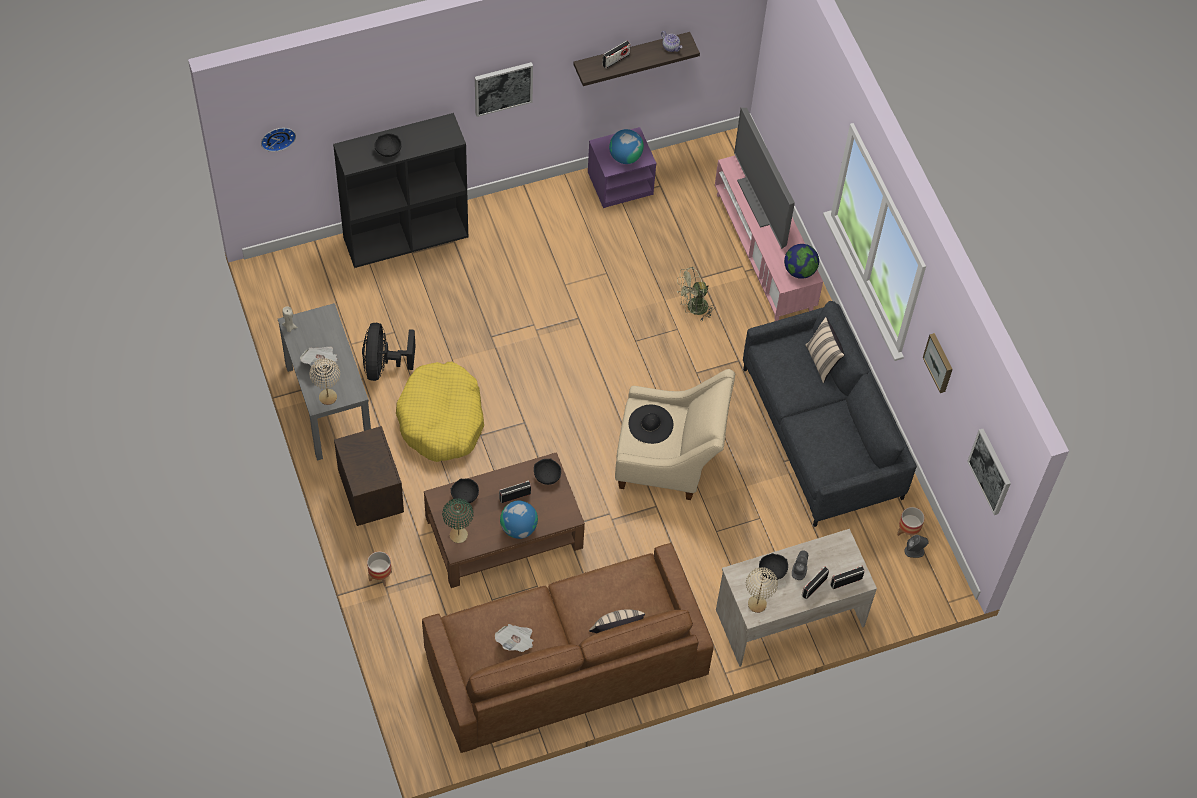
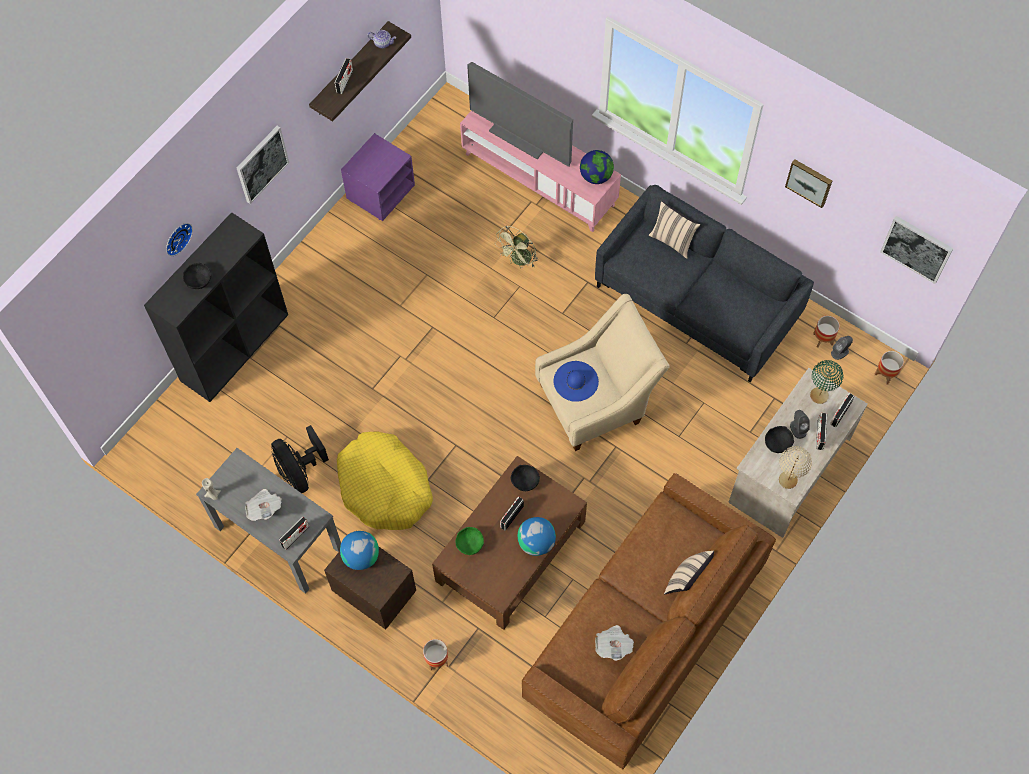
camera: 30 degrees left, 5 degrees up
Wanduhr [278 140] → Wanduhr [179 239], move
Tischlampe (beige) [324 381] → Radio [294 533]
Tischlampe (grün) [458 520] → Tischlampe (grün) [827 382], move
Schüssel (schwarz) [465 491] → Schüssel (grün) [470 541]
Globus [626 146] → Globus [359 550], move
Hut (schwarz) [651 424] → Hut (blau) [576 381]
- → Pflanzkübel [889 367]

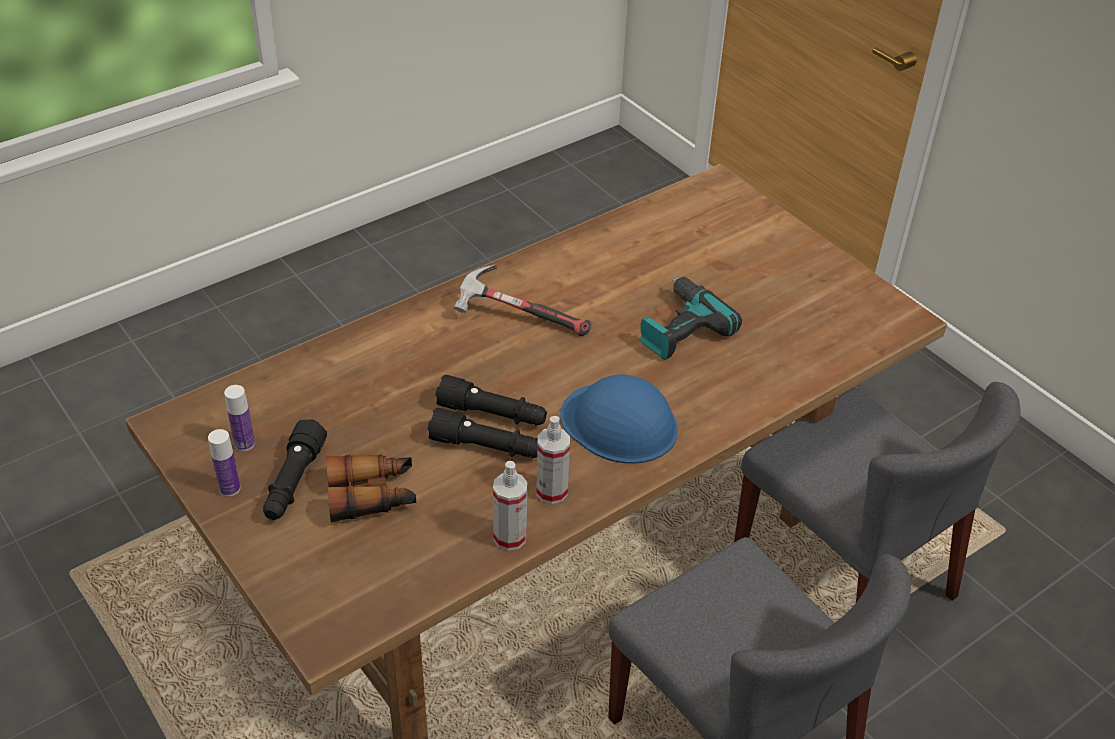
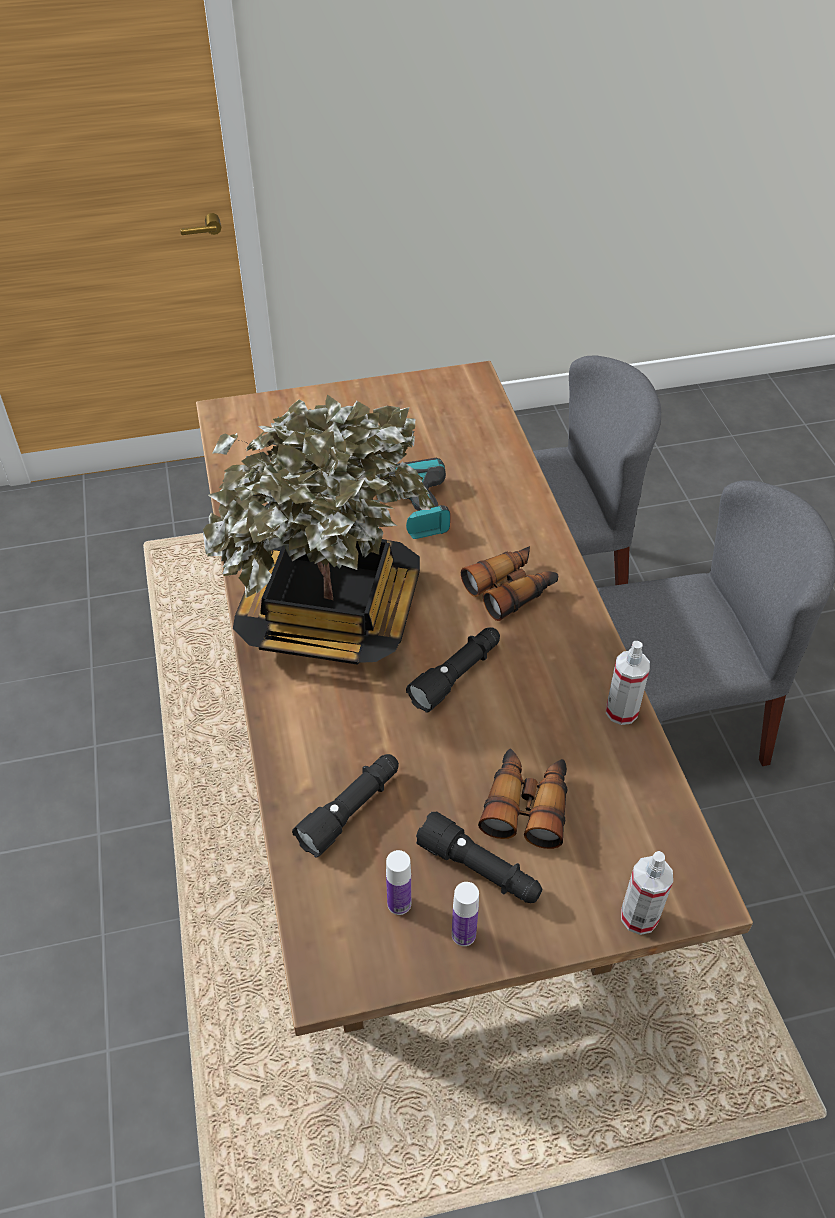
camera: 65 degrees left, 5 degrees up
Taschenlampe (schwarz) [483 433] → Taschenlampe (schwarz) [345 806], move
Hammer [522 300] → Topfpflanze [319 529]
Sprühflasche [553 460] → Sprühflasche [647 893], move
Schutzhelm (blau) [619 419] → Fernglas [509 583]

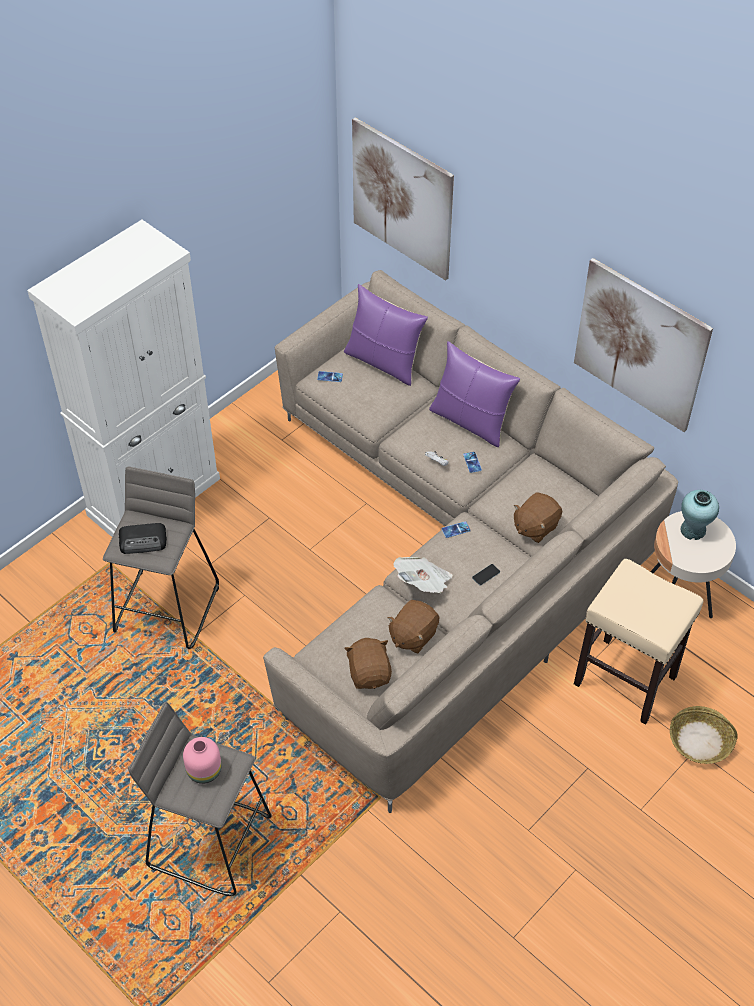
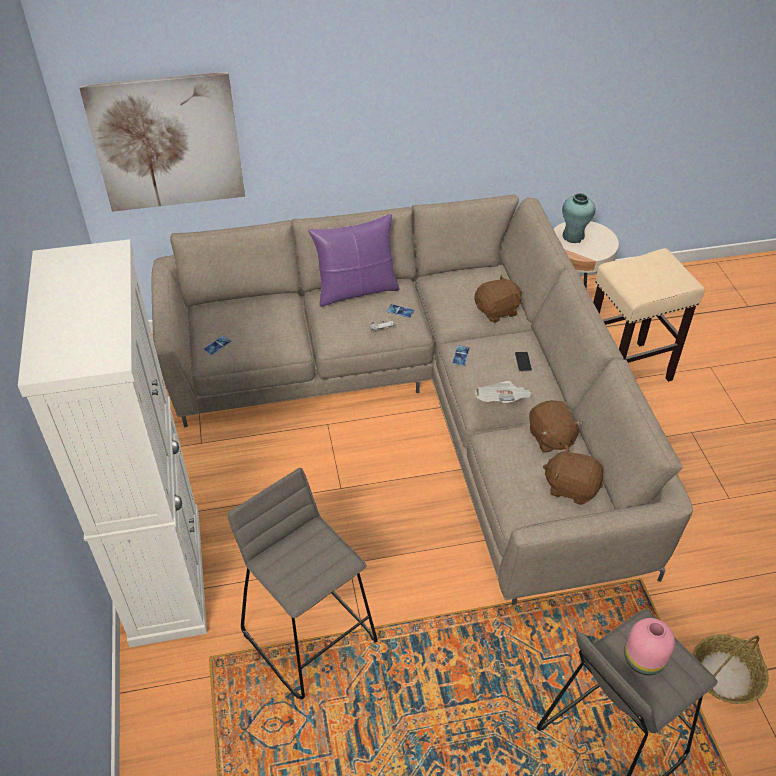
camera: 55 degrees left, 5 degrees down
Radio [143 538] → -
Kissen (lila) [386 335] → -
Plüschtier (braun) [538 517] → Plüschtier (braun) [498 299], 105 degrees counterclockwise
Bild [643 345] → -
Korb [704 735] → Korb [731 669], move

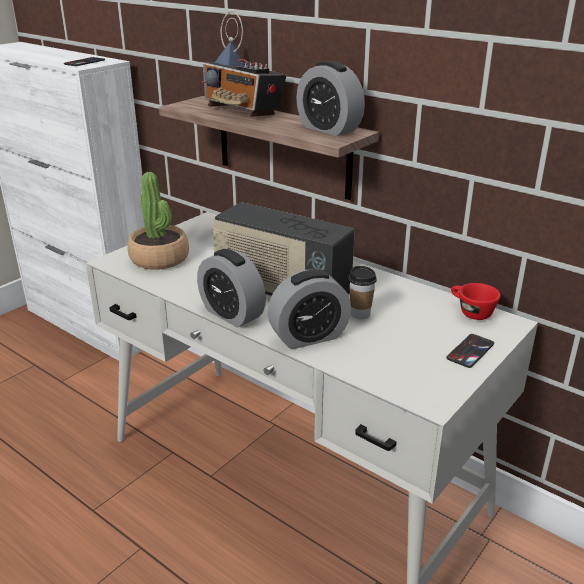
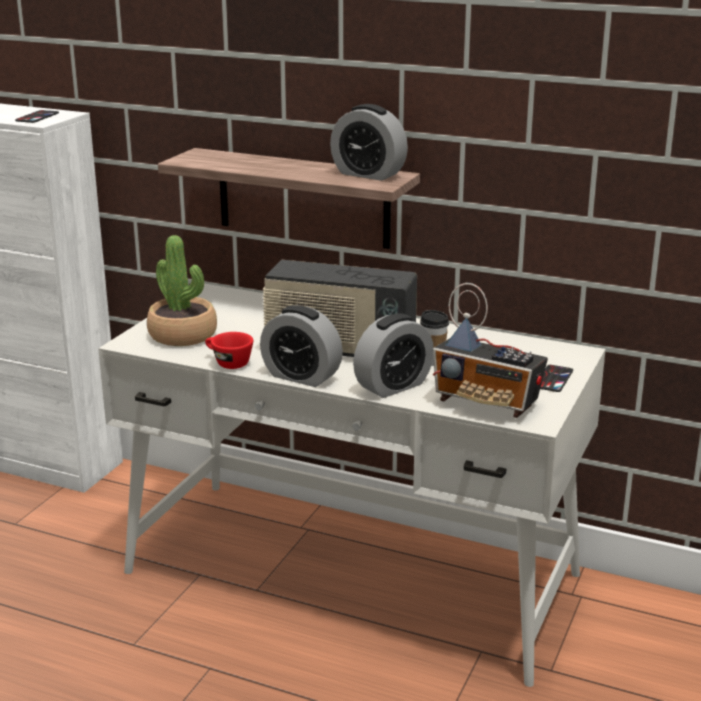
camera: 15 degrees left, 5 degrees down
Radio [244 64] → Radio [490 350], move
Tasse (rot) [476 301] → Tasse (rot) [229 350], move

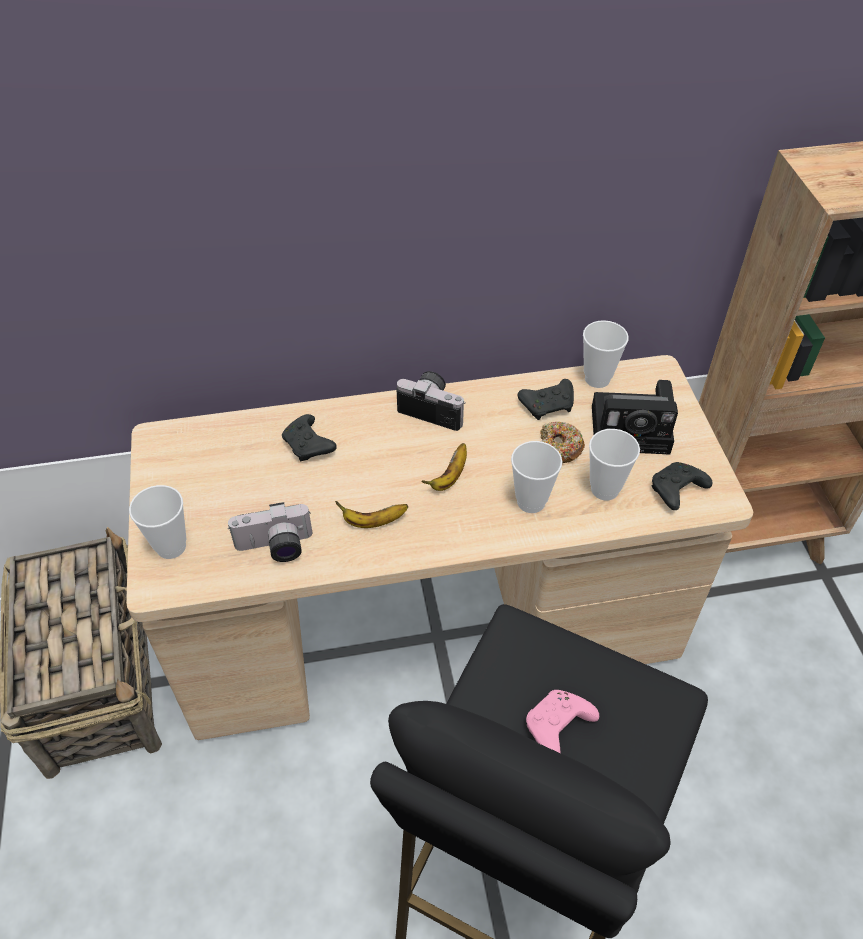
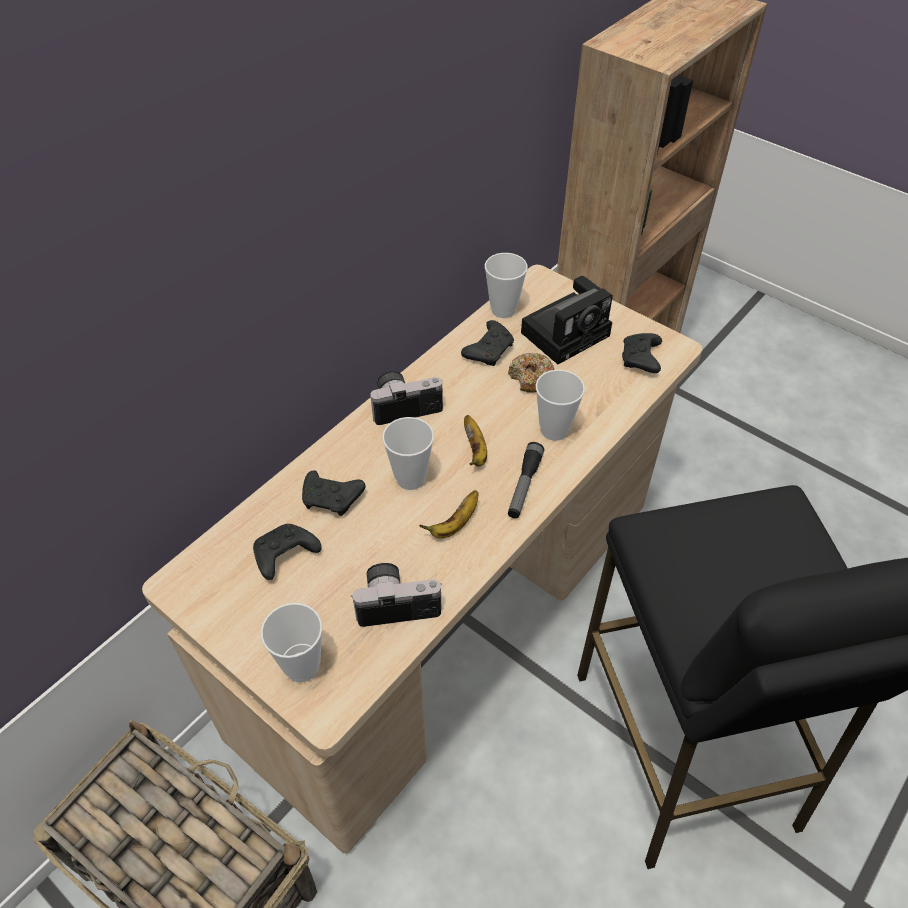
camera: 40 degrees left, 0 degrees up
Kamera [270 532] → Kamera [396 595], 135 degrees counterclockwise
Gamepad (rosa) [562 721] → -
Tasse [614 465] → Tasse [408 453], move
- → Gamepad (schwarz) [287 552]
- → Taschenlampe [526 480]

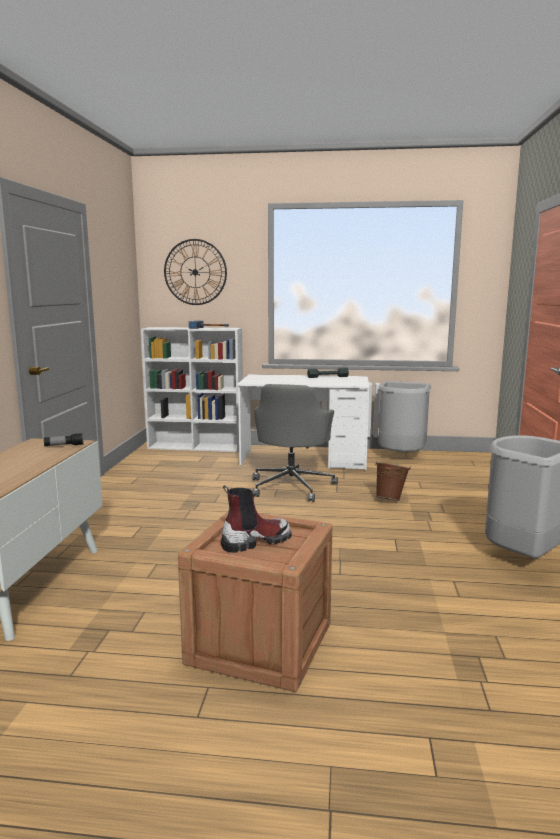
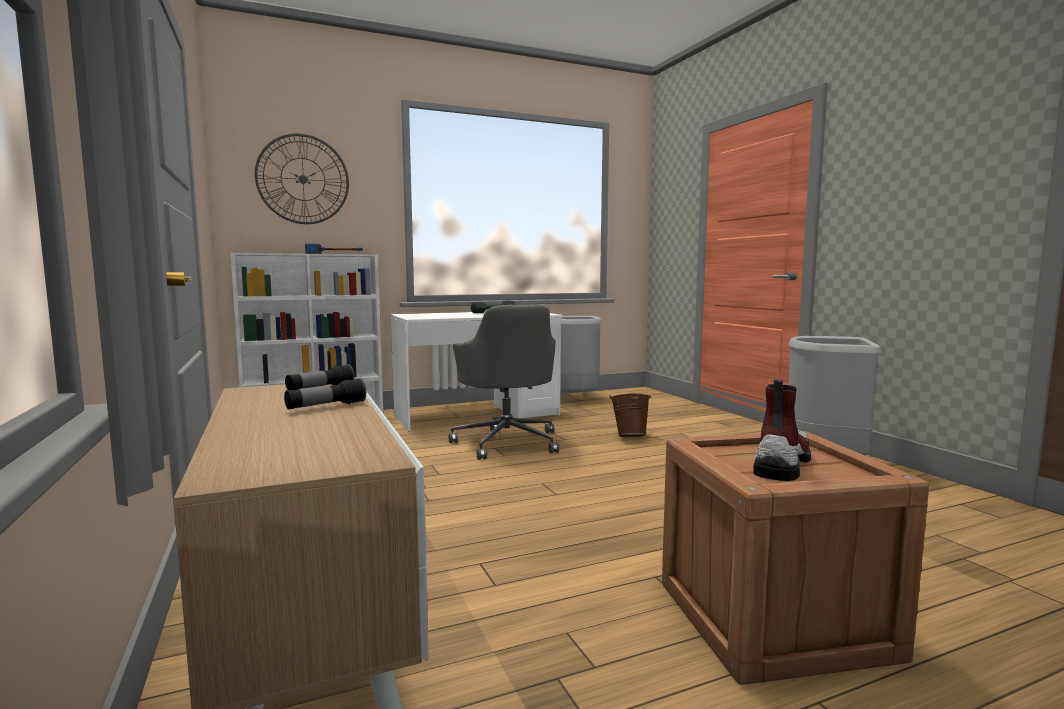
camera: 30 degrees left, 5 degrees down
- → Taschenlampe [325 393]

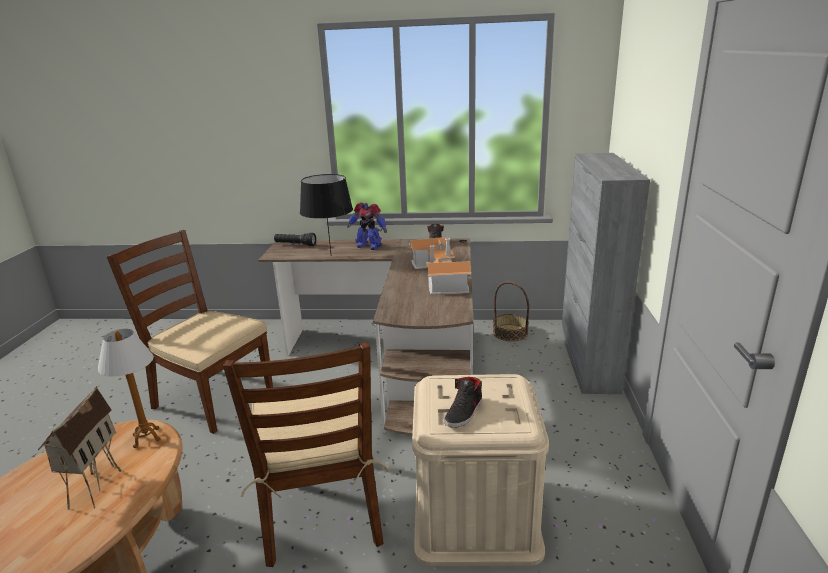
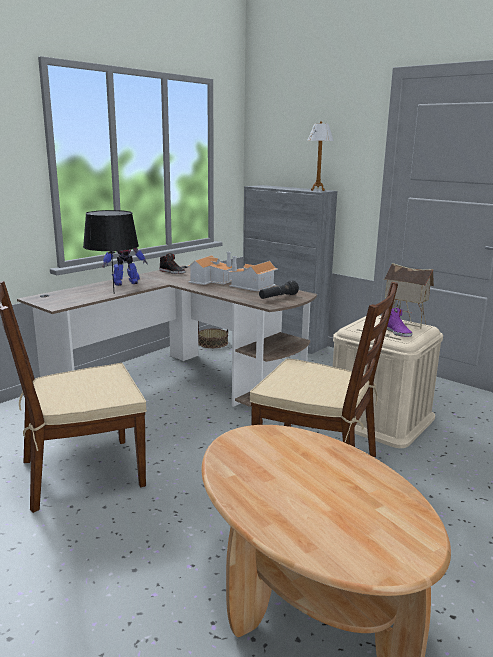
camera: 55 degrees left, 5 degrees down
Spielzeughaus [79 448] → Spielzeughaus [409 295], move
Tischlampe [129 388] → Tischlampe [320 156], move
Taschenlampe (schwarz) [295 239] → Taschenlampe (schwarz) [279 290], move
Schuh (schwarz) [463 402] → Schuh (lila) [399 322]

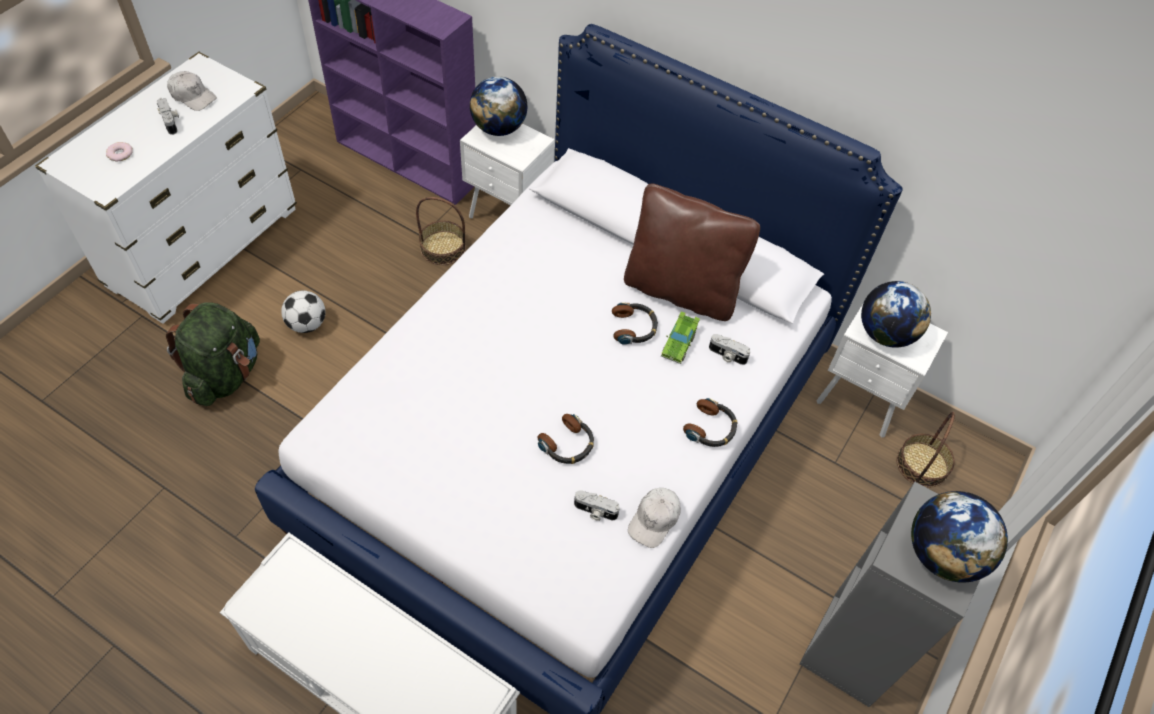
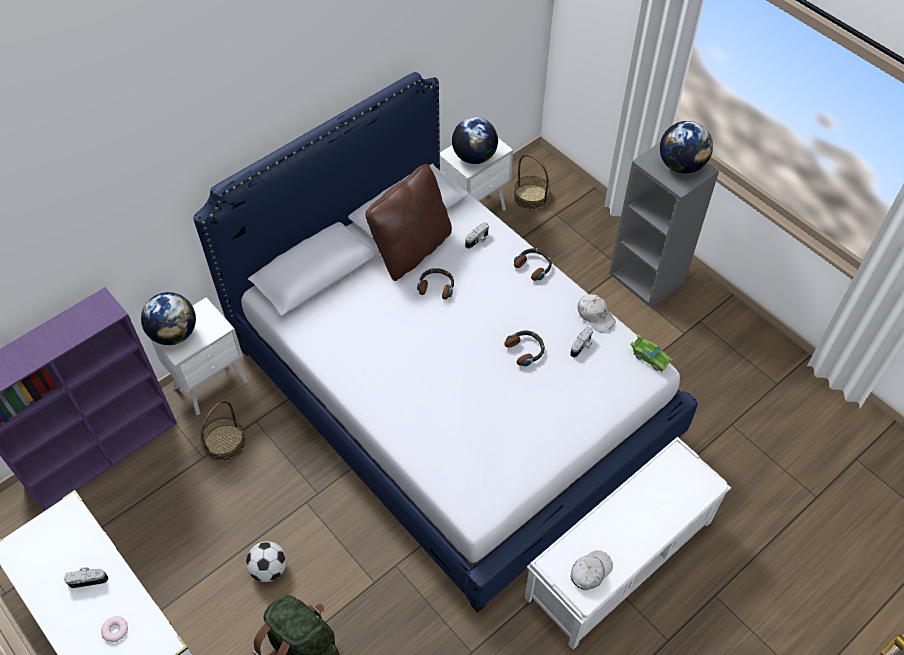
camera: 70 degrees left, 0 degrees up
Kappe (weiß) [192 91] → Kappe (weiß) [592 570], move
Spielzeugauto (grün) [680 337] → Spielzeugauto (grün) [651 353], move

